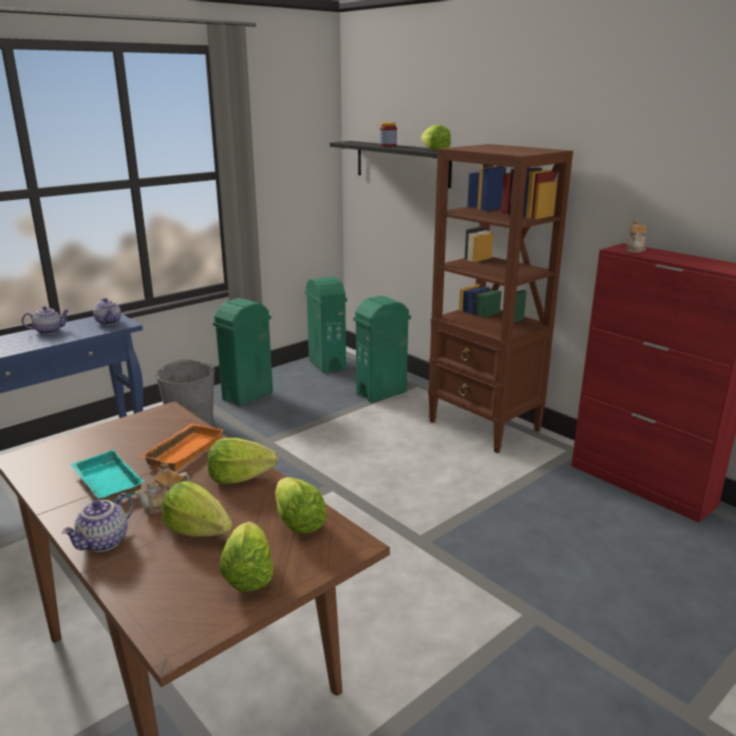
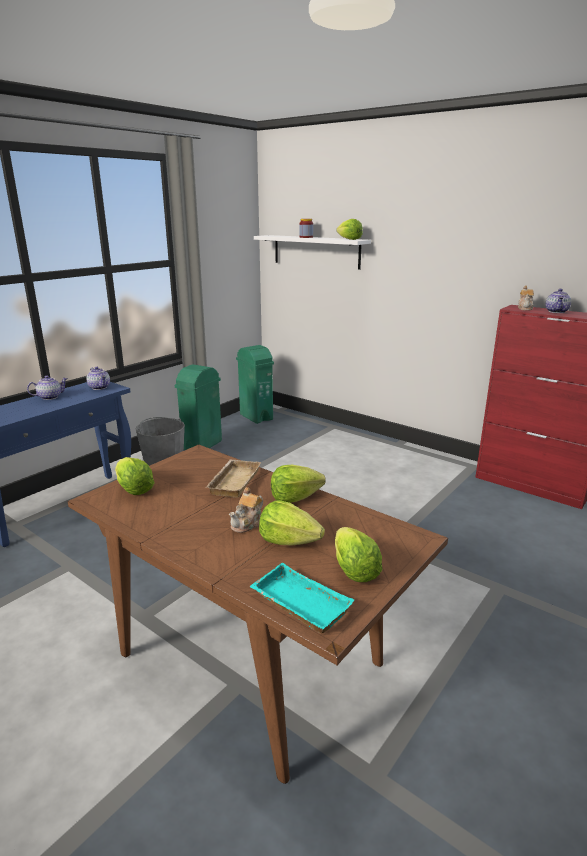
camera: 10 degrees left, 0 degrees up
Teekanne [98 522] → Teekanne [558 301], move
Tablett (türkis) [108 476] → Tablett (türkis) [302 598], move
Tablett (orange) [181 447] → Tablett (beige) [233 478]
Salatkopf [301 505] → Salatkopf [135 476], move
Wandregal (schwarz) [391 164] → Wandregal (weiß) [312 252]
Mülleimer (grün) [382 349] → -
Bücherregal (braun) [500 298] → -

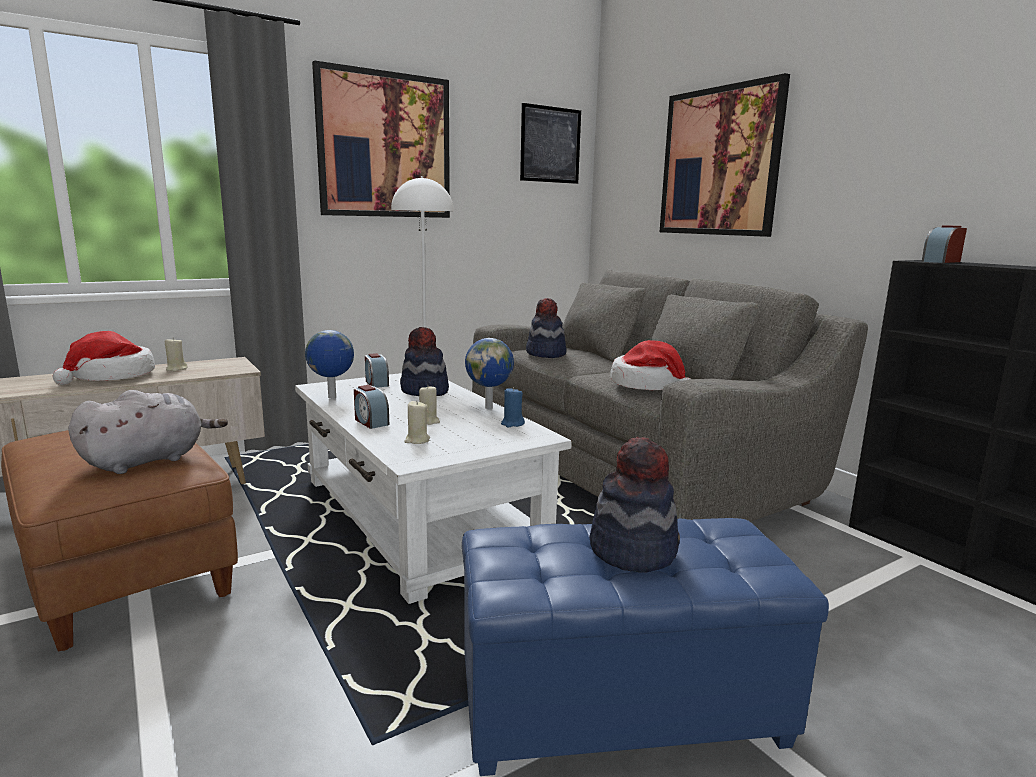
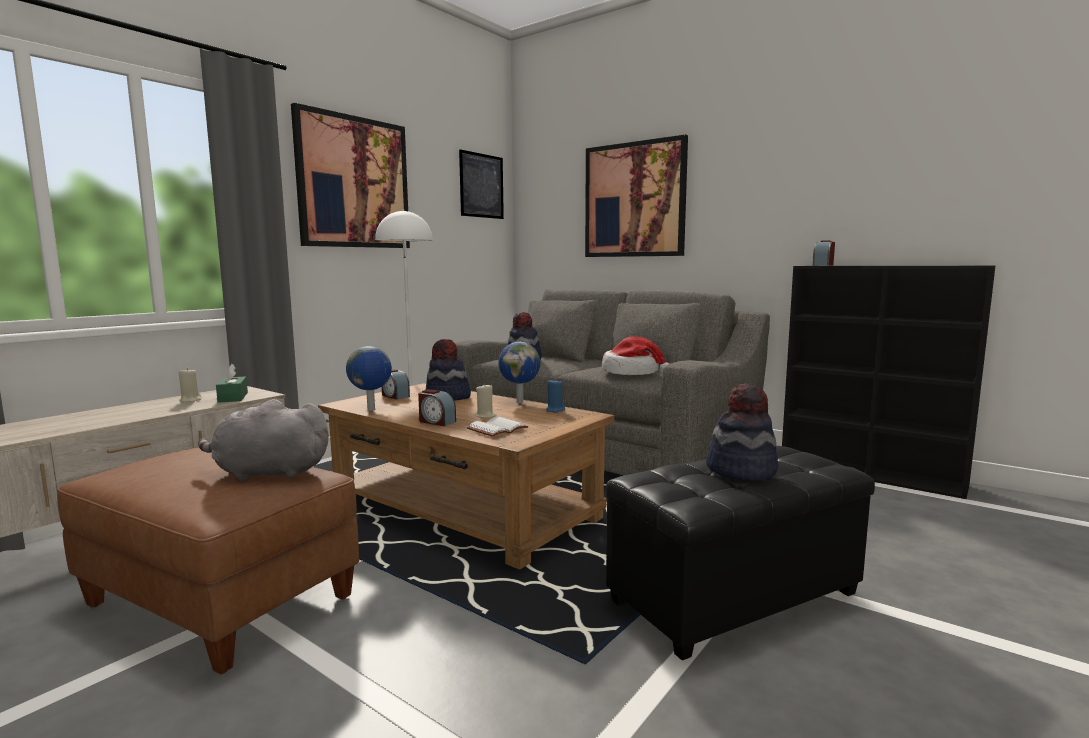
camera: 20 degrees left, 5 degrees down
Hut [104 358] → -
Plüschtier (grau) [148 432] → Plüschtier (grau) [263 440], 120 degrees counterclockwise
Couchtisch (weiß) [433 488] → Couchtisch (braun) [466 476]
Kerze (beige) [417 422] → Buch (weiß) [497 427]
Polsterhocker (blau) [645 647] → Polsterhocker (schwarz) [740 553]
- → Taschentuchbox (grün) [232 383]

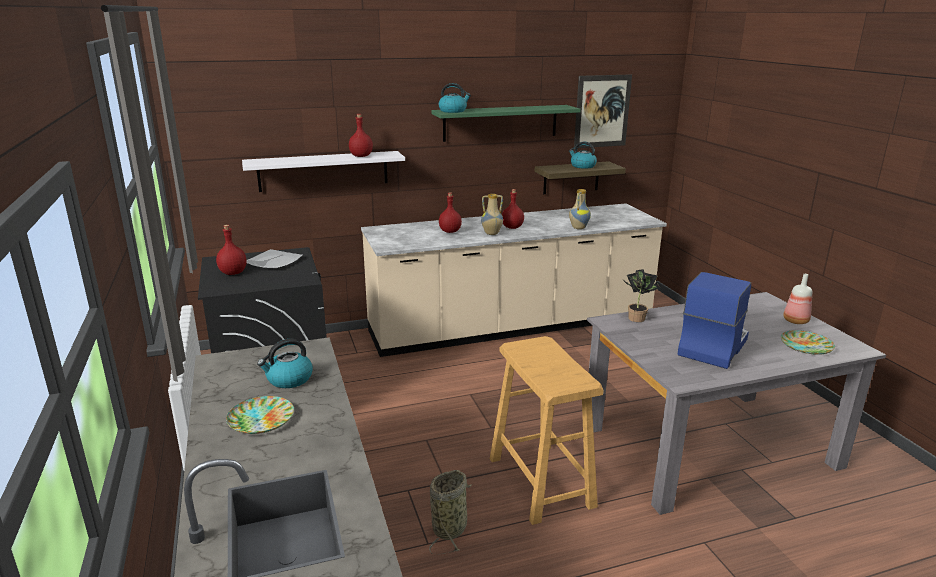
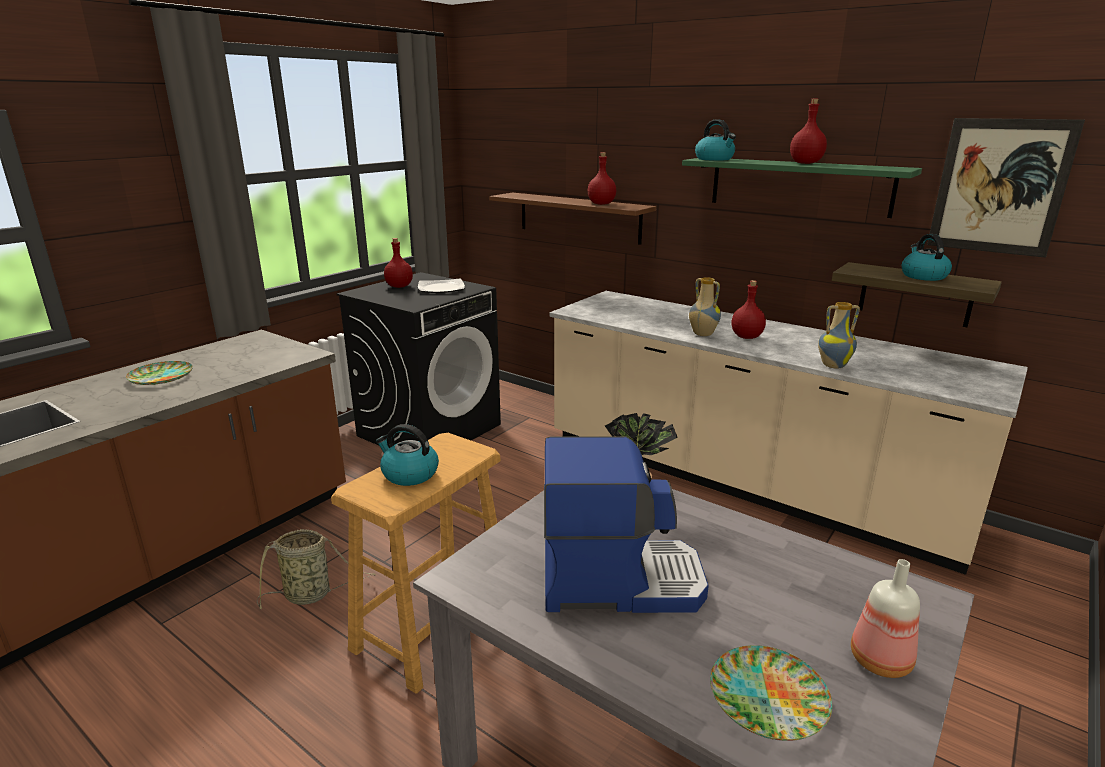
camera: 55 degrees right, 0 degrees up
Wandregal (weiß) [323 171] → Wandregal (braun) [572 218]
Wasserkessel [285 363] → Wasserkessel [407 455], move
Flasche (rot) [450 212] → Flasche (rot) [808 131], move

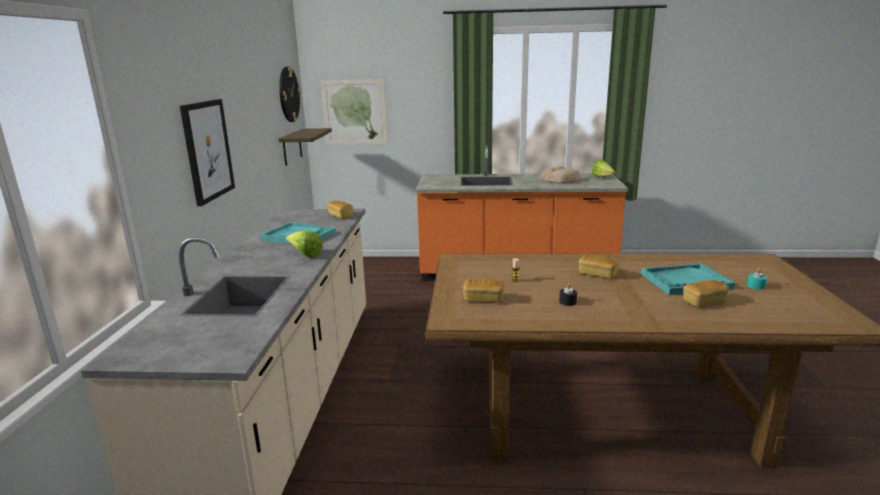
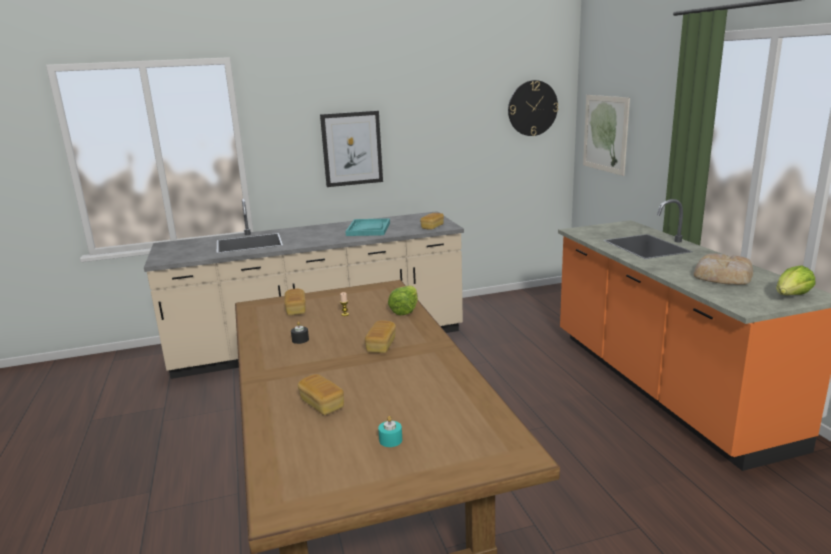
camera: 70 degrees right, 0 degrees up
Wandregal [305 147] → -
Salatkopf [304 244] → Salatkopf [403 300], move
Tablett (türkis) [688 279] → -

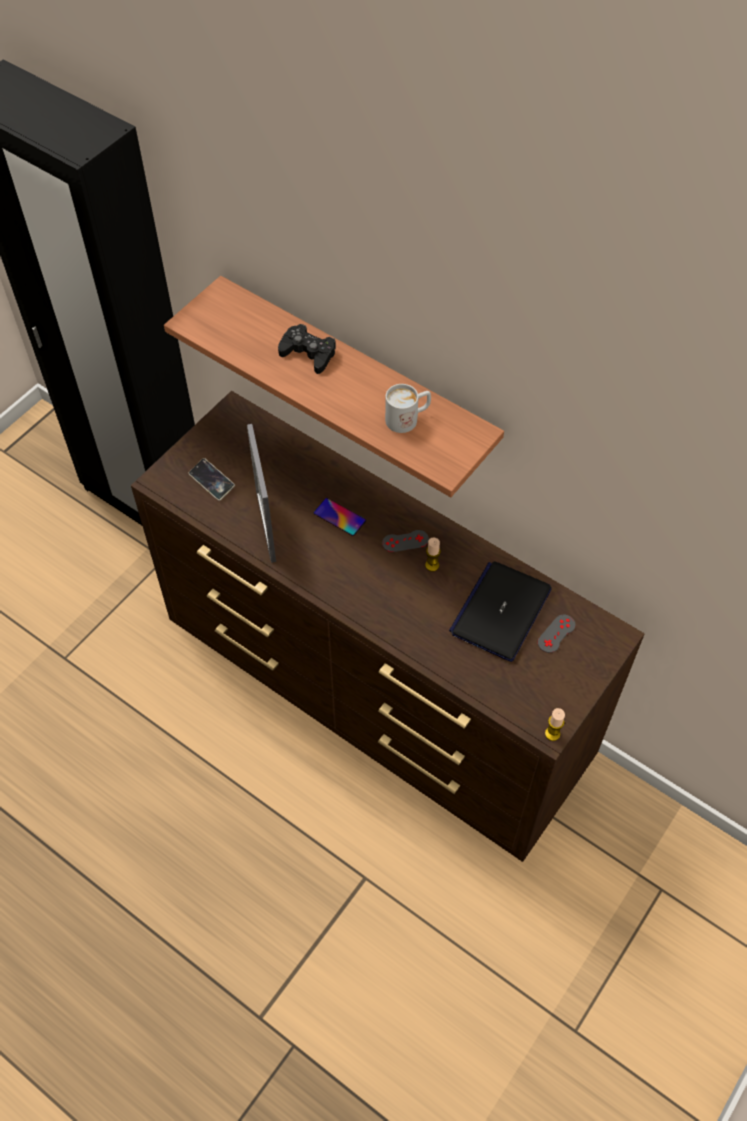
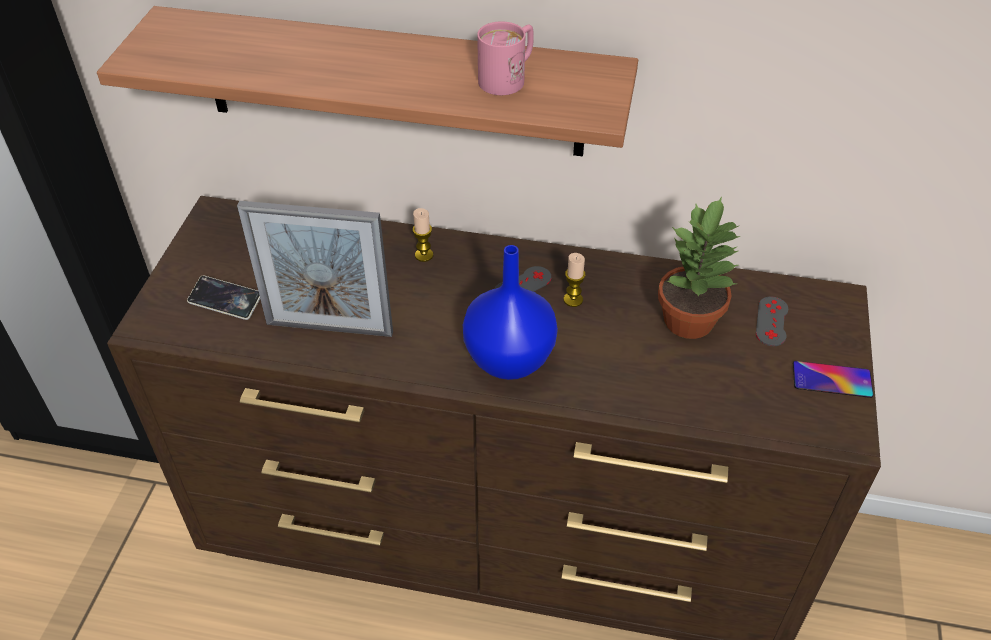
camera: 25 degrees left, 10 degrees down
Bilderrahmen [261 493] → Bilderrahmen [315 269], 45 degrees counterclockwise
Gamepad (schwarz) [307 349] → -
Handy [340 517] → Handy [833 379], move
Henkelbecher (weiß) [408 408] → Henkelbecher (rosa) [505 58]
Laptop [500 611] → Topfpflanze [699 268]
Kerze [555 724] → Kerze [423 235], move
- → Vase (blau) [510 312]

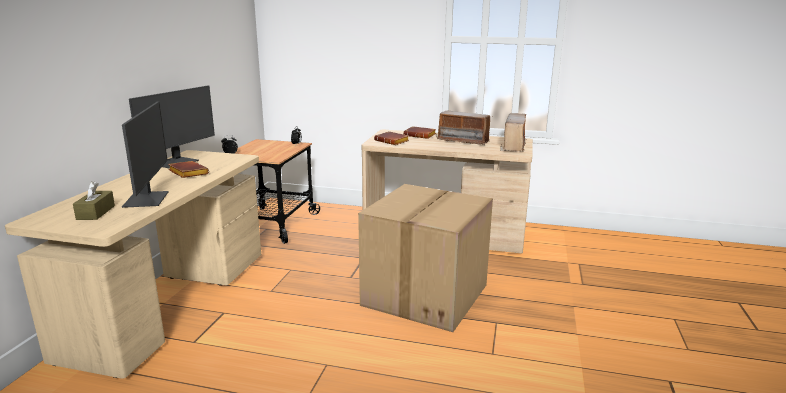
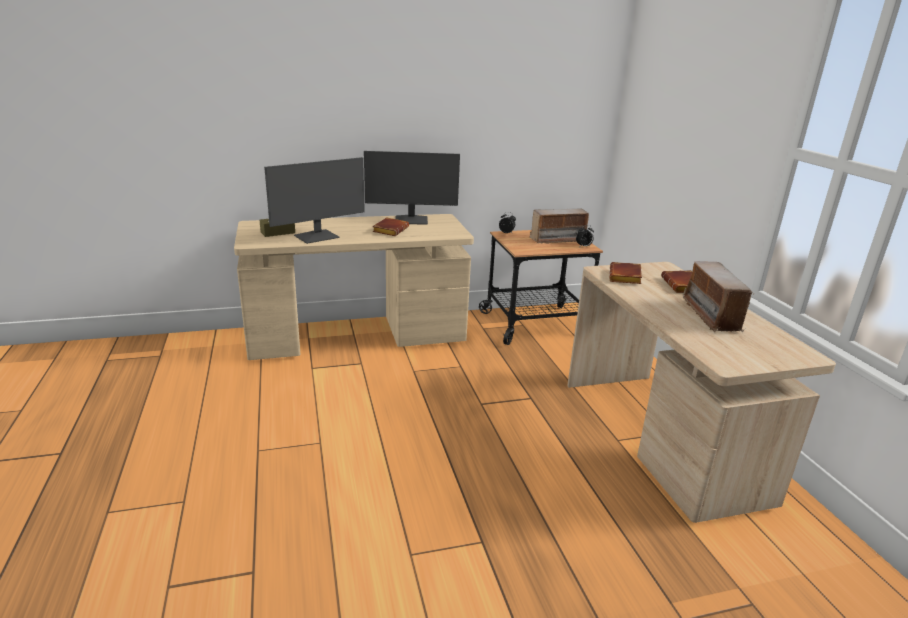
camera: 60 degrees right, 5 degrees up
Karton [425 258] → -
Radio [513 132] → Radio [559 226], move

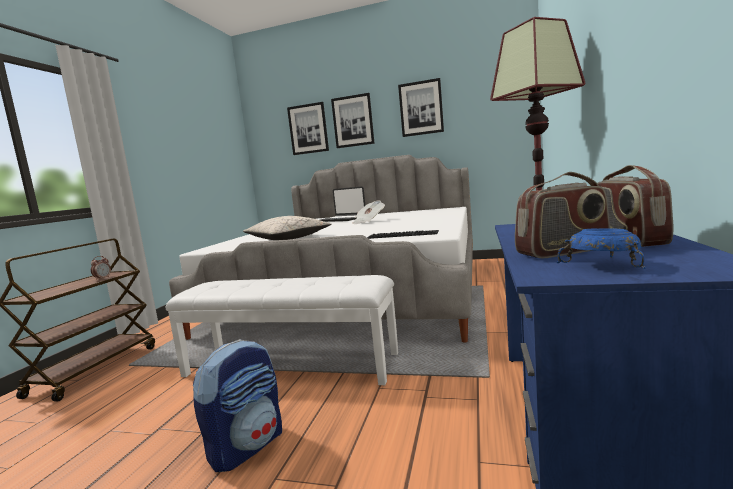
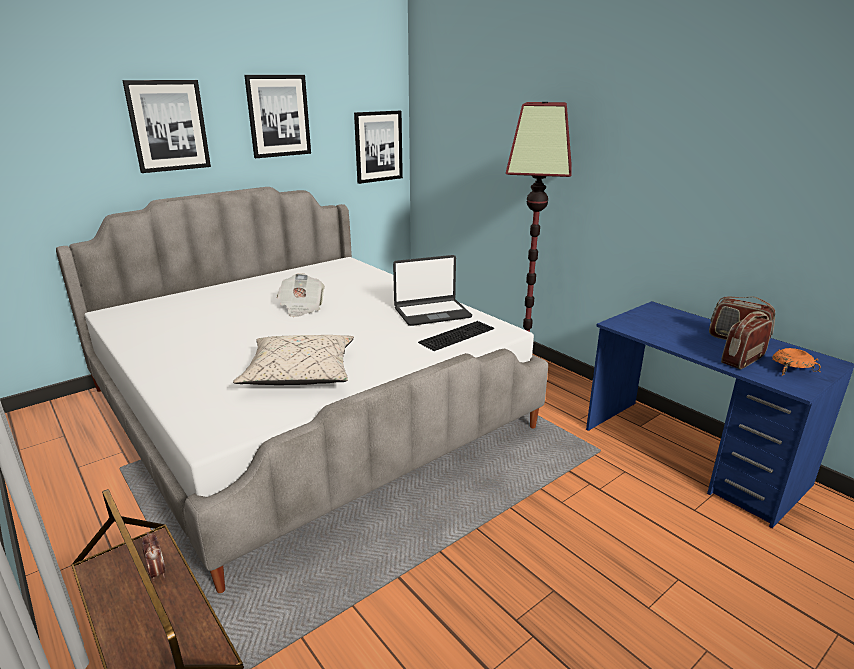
camera: 55 degrees left, 15 degrees up
Bank (weiß) [282 330] → -
Rucksack [237 405] → -
Bild [308 128] → Bild [378 147], move
Laptop [342 204] → Laptop [432 290], move
Radio [562 215] → Radio [747 341], 150 degrees counterclockwise
Schüssel (blau) [601 248] → Schüssel (orange) [796 362]

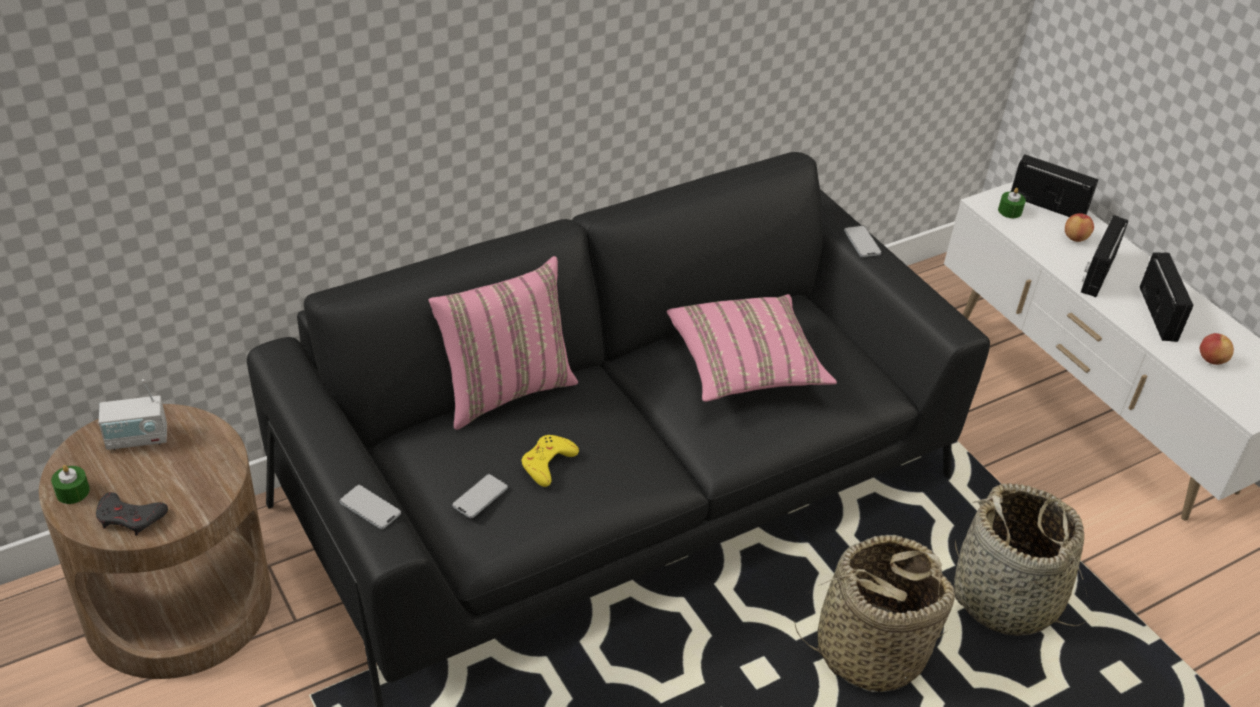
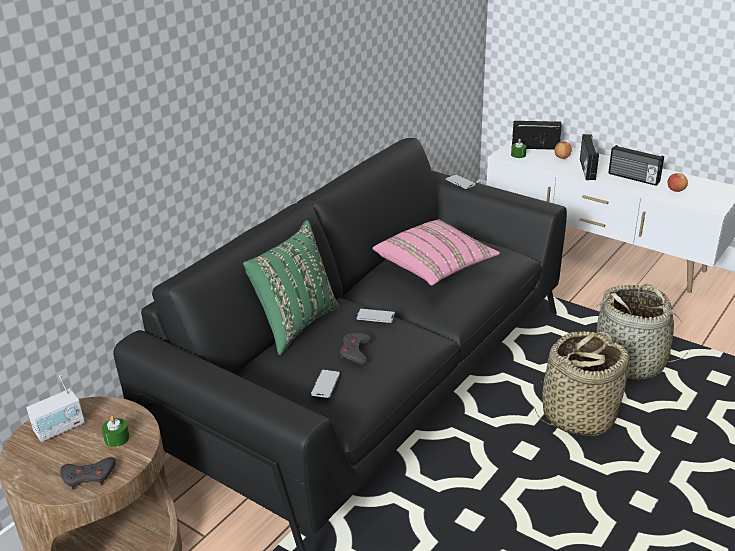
camera: 20 degrees left, 10 degrees down
Kerze (grün) [70 484] → Kerze (grün) [116 431], move
Handy [370 506] → Handy [375 316], move
Kissen (rosa) [503 343] → Kissen (grün) [291 287]
Gamepad (gelb) [550 461] → Gamepad (grau) [356 349]
Radio [1166 297] → Radio [636 165], 150 degrees clockwise

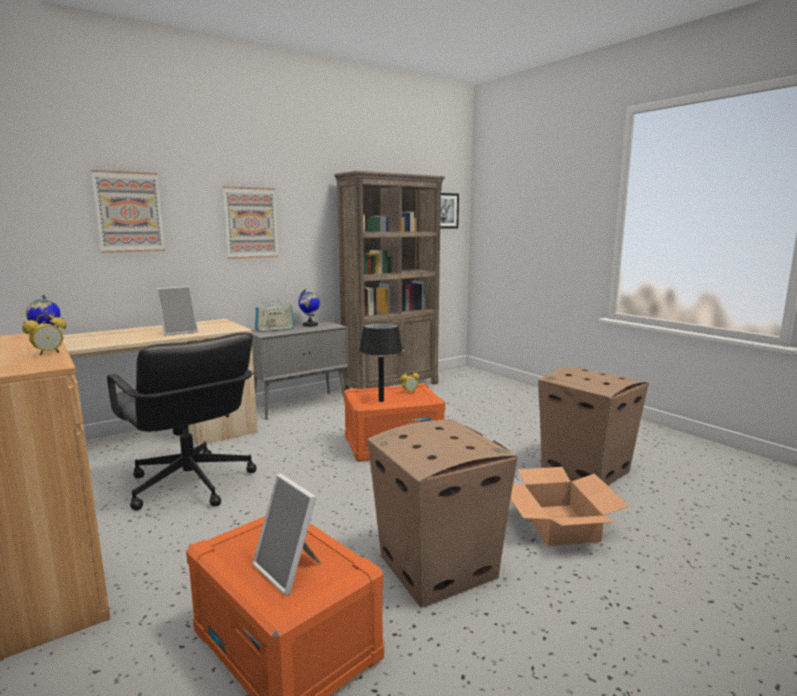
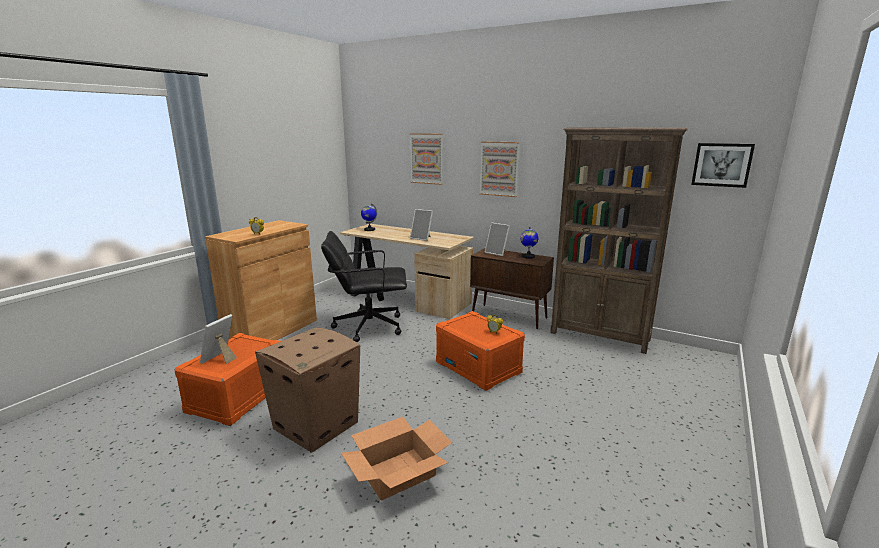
camera: 65 degrees right, 5 degrees up
Bürostuhl (schwarz) [182 421] → Bürostuhl (schwarz) [364 286], 60 degrees clockwise
Schrank (grau) [299 370] → Schrank (braun) [512 288]
Radio [274 317] → Bilderrahmen [497 239]
Tischlampe (schwarz) [381 362] → -
Karton [593 426] → -

